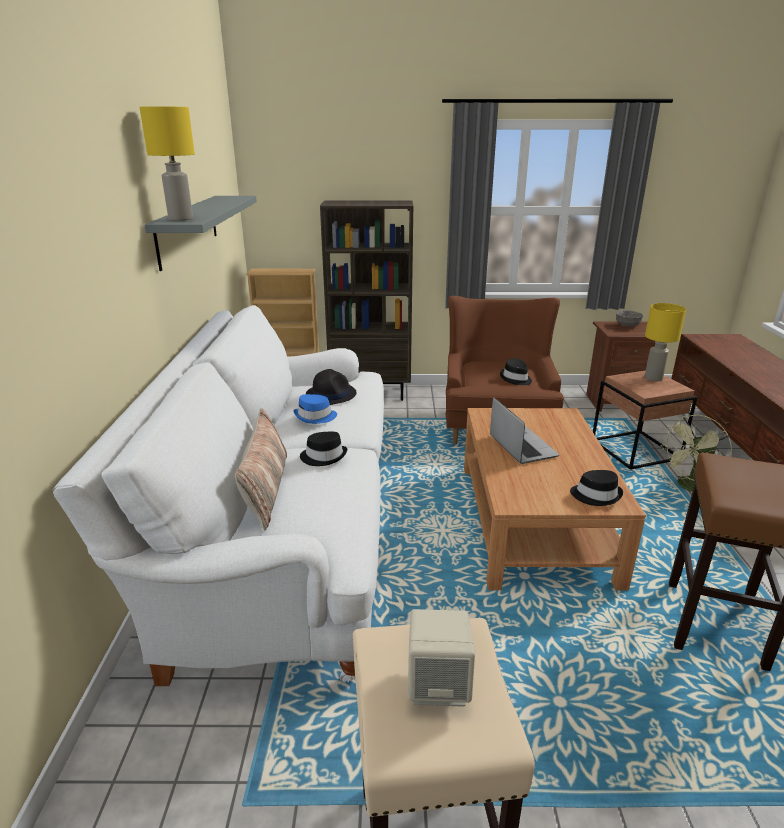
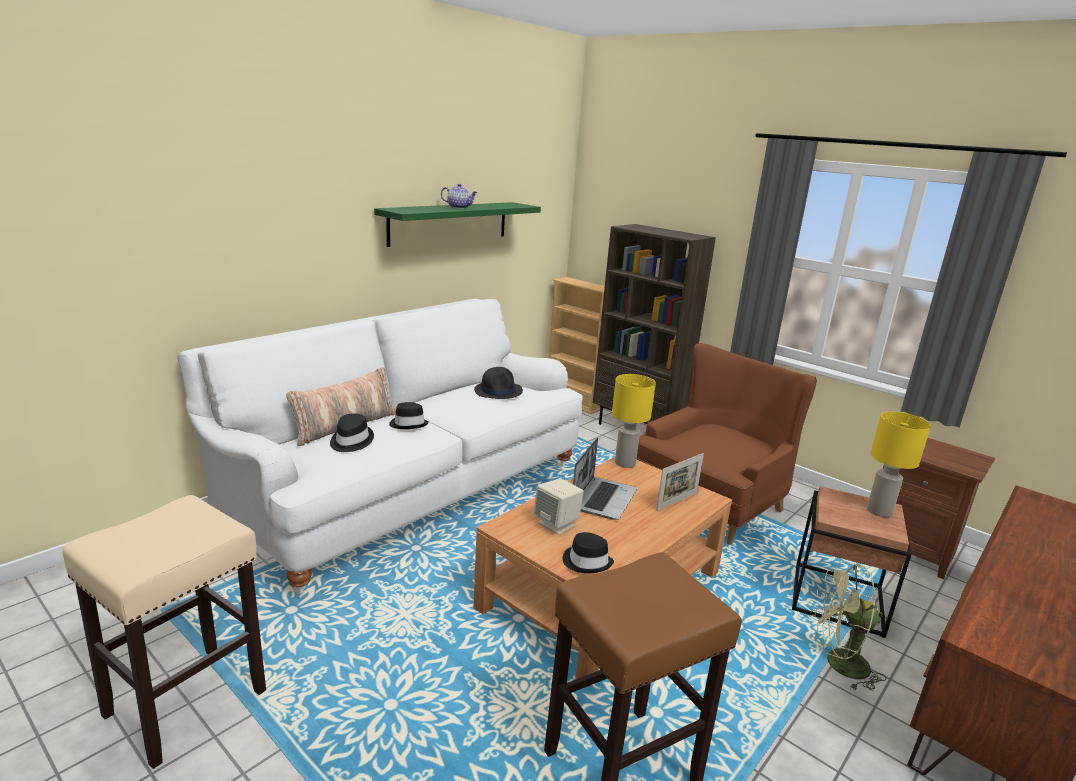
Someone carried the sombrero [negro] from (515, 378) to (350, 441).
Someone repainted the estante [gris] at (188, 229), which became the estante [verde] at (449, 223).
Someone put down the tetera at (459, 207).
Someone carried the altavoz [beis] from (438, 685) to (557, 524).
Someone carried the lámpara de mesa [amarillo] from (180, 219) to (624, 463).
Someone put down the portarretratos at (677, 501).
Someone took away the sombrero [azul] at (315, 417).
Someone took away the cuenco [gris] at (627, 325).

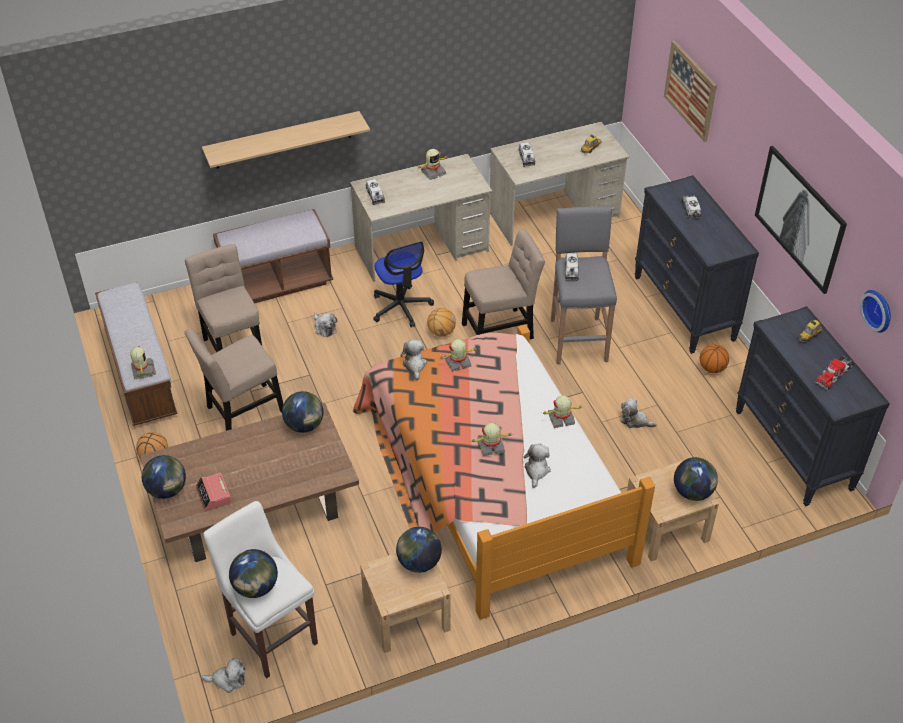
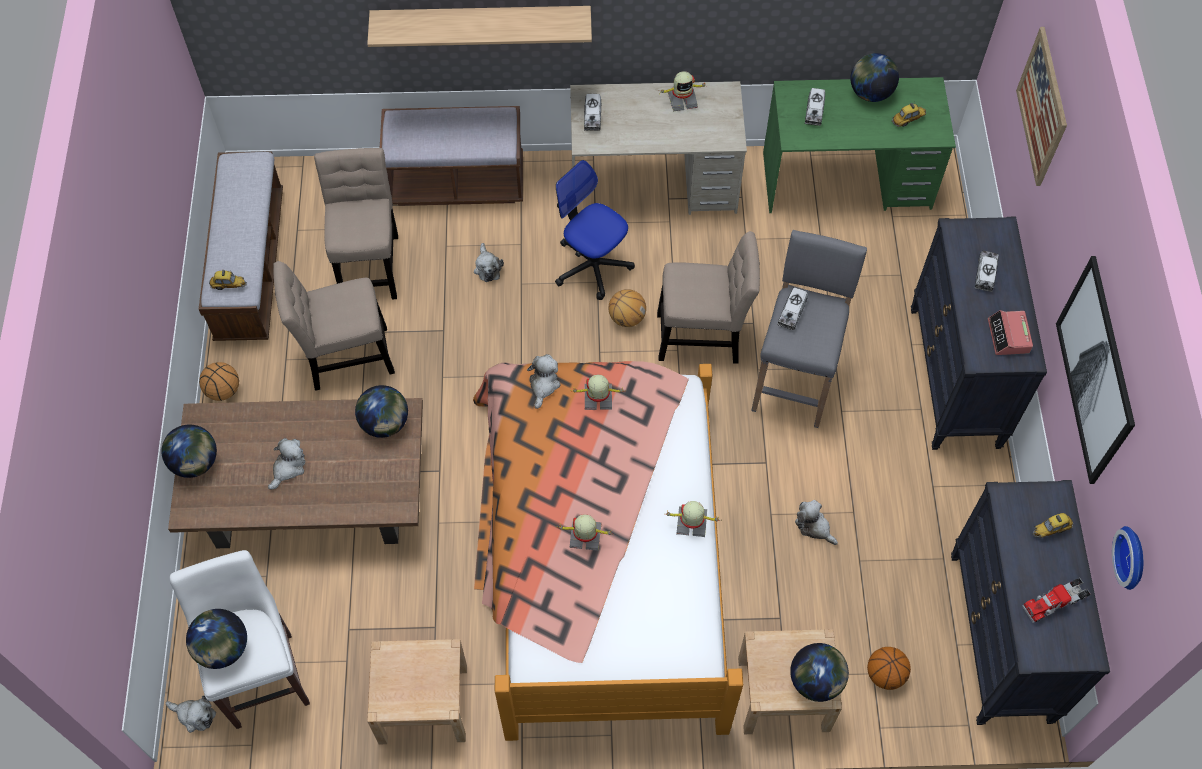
Someone swapped the robot de juguete at (142, 370) for the coche de juguete at (228, 285).
Someone carried the peluche from (536, 470) to (288, 467).
Someone rotated the silla de oficina at (401, 307) by 135 degrees clockwise.
Someone repainted the escritorio [beis] at (554, 215), which became the escritorio [verde] at (846, 181).
Someone carried the globo terráqueo from (418, 562) to (870, 93).
Someone carried the balón de baloncesto from (712, 368) to (885, 674).
Someone carried the despertador from (214, 495) to (1008, 336).

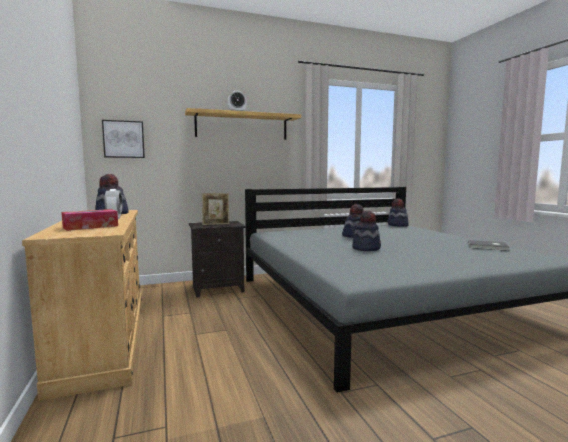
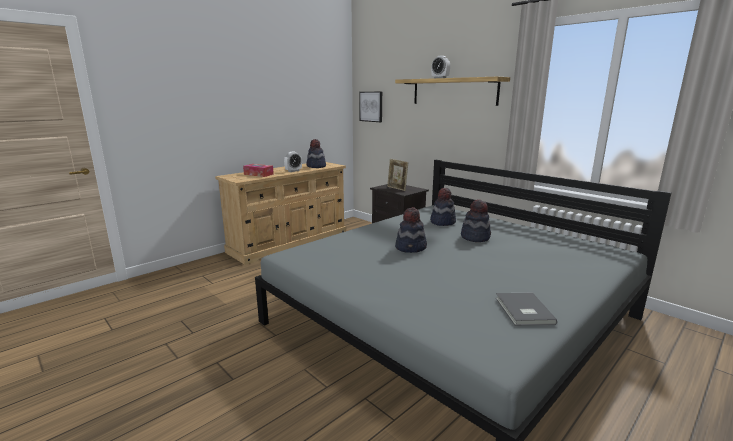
Someone carried the sombrero from (397, 225) to (442, 222).

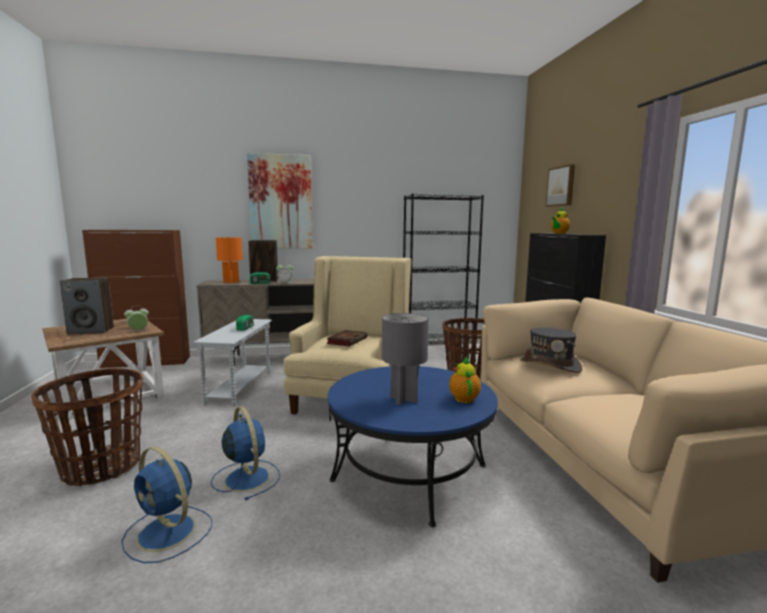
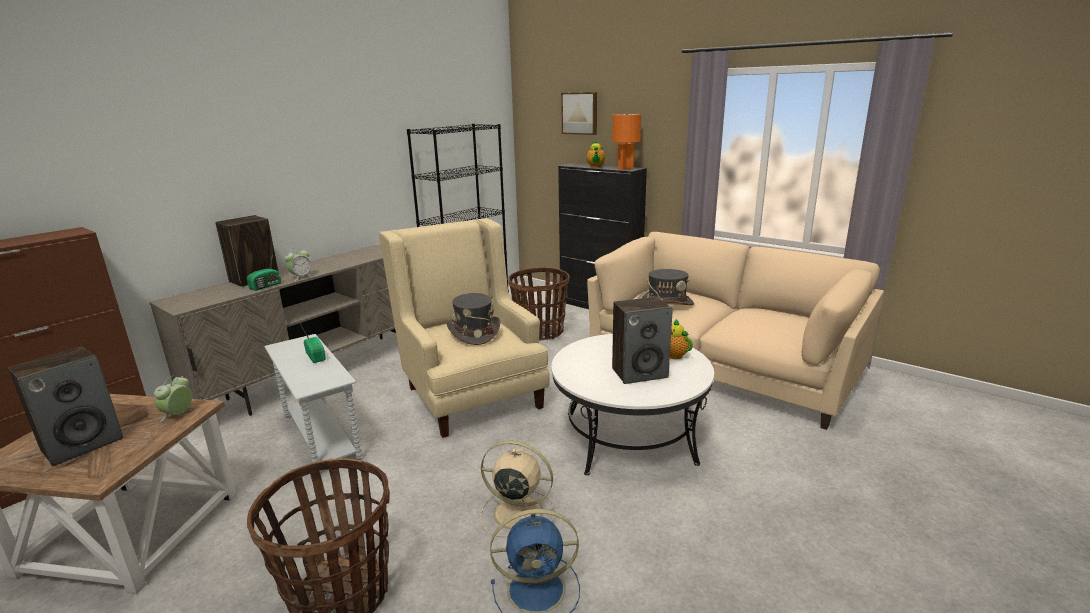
Someone swapped the libro at (347, 340) for the sombrero [gris] at (474, 333).
Someone repainted the ventilador [azul] at (246, 477), which became the ventilador [beis] at (516, 512).
Someone repainted the mesa de centro [azul] at (410, 472), which became the mesa de centro [blanco] at (629, 437).
Someone carried the lámpara de mesa [naranja] from (231, 282) to (625, 168).
Someone swapped the lámpara de mesa [gris] at (404, 399) for the altavoz at (640, 373).
Someone took away the cuadro at (281, 202).

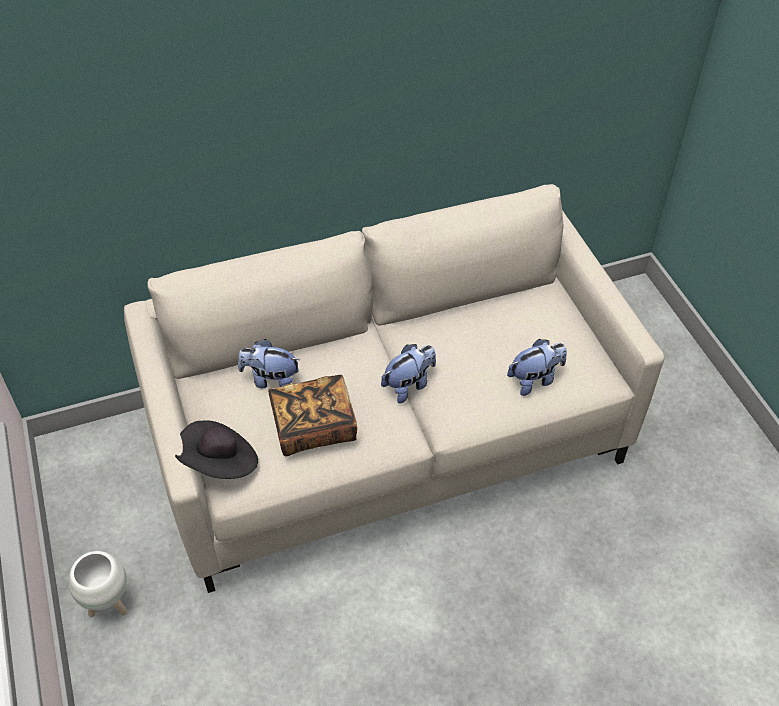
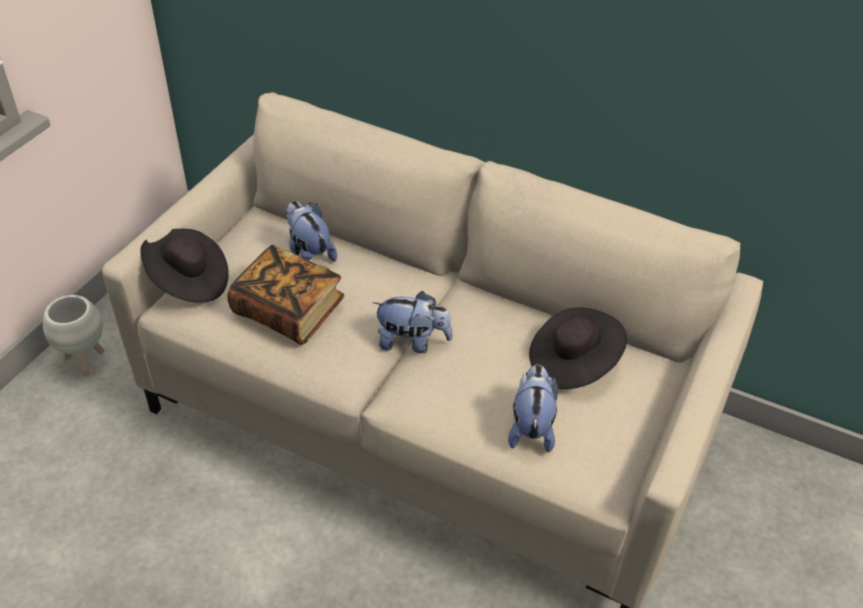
Someone rotated the peluche at (535, 380) by 105 degrees counterclockwise.
Someone put down the sombrero [negro] at (573, 363).

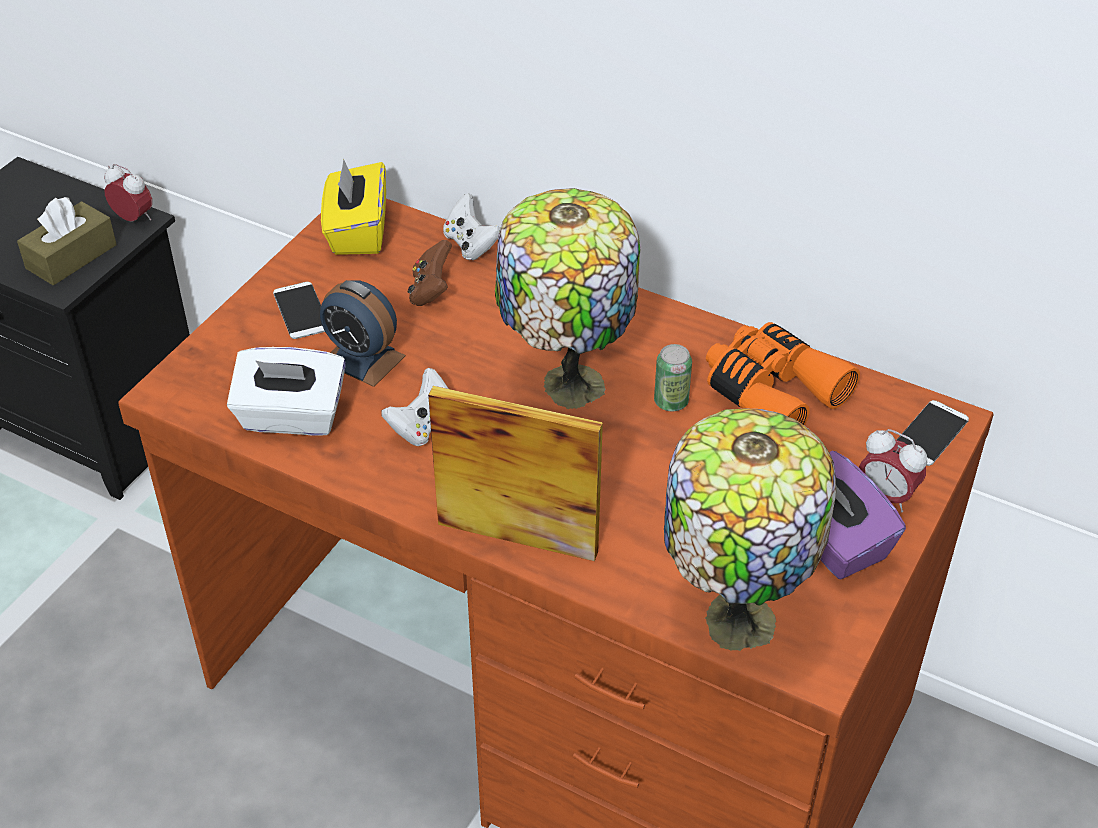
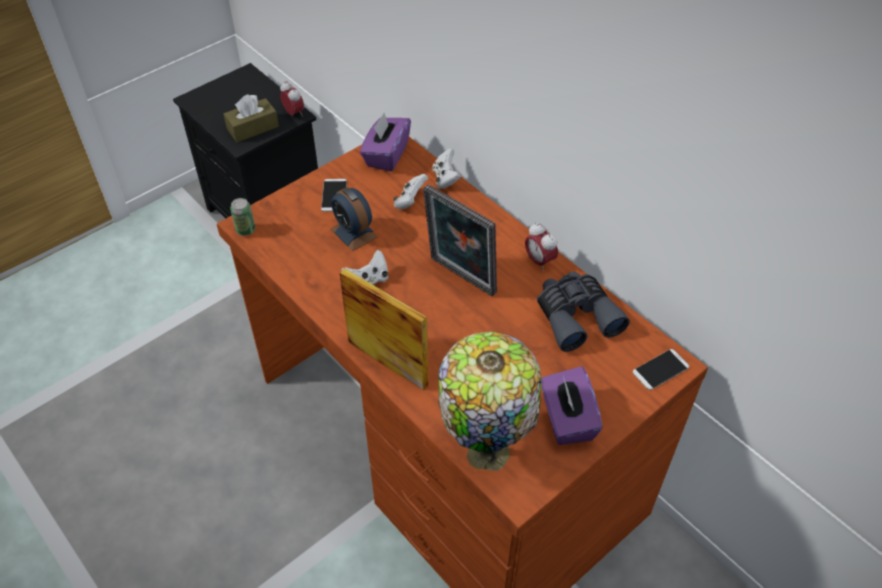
Someone carried the lata from (671, 402) to (245, 230).
Someone repainted the caja de pañuelos [amarillo] at (357, 232), which became the caja de pañuelos [morado] at (386, 155).
Someone repainted the mando de consola [marrón] at (431, 291), which became the mando de consola [blanco] at (410, 201).
Someone swapped the lámpara de mesa at (568, 383) for the portarretratos at (460, 278).
Someone carried the despertador from (886, 496) to (539, 261).
Someone repainted the prismáticos [naranja] at (771, 392), which became the prismáticos [gris] at (576, 316).
Someone took away the caja de pañuelos [blanco] at (291, 417).

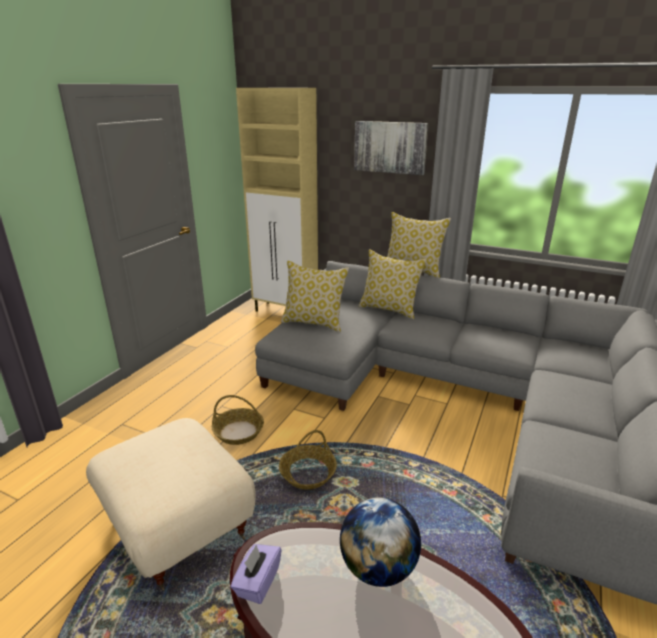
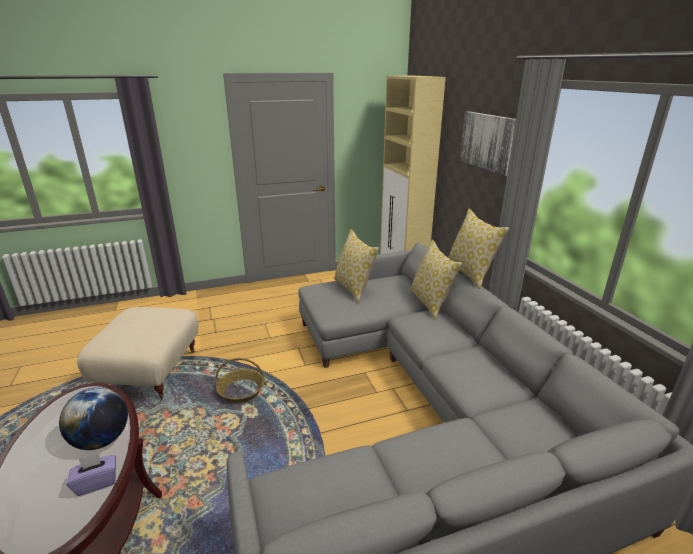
Someone carried the caja de pañuelos [morado] from (257, 582) to (97, 482).
Someone took away the cesta at (239, 432).

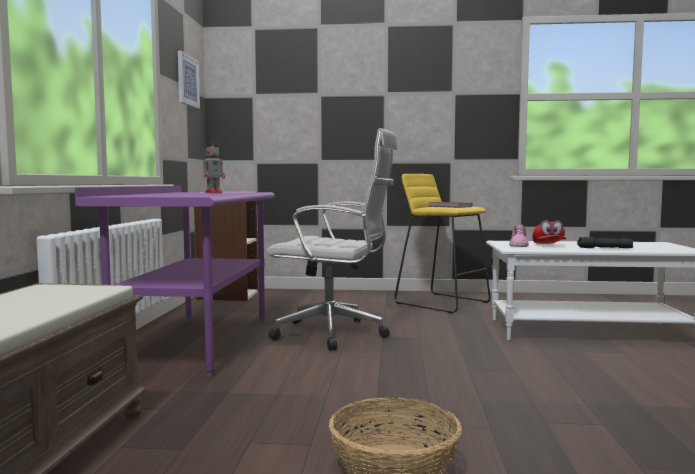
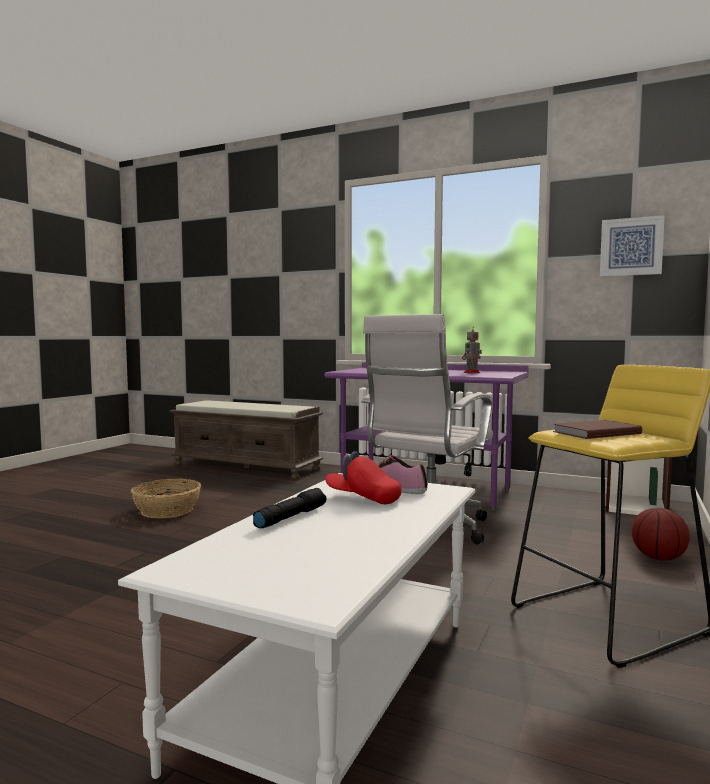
Someone put down the balón de baloncesto at (659, 558).

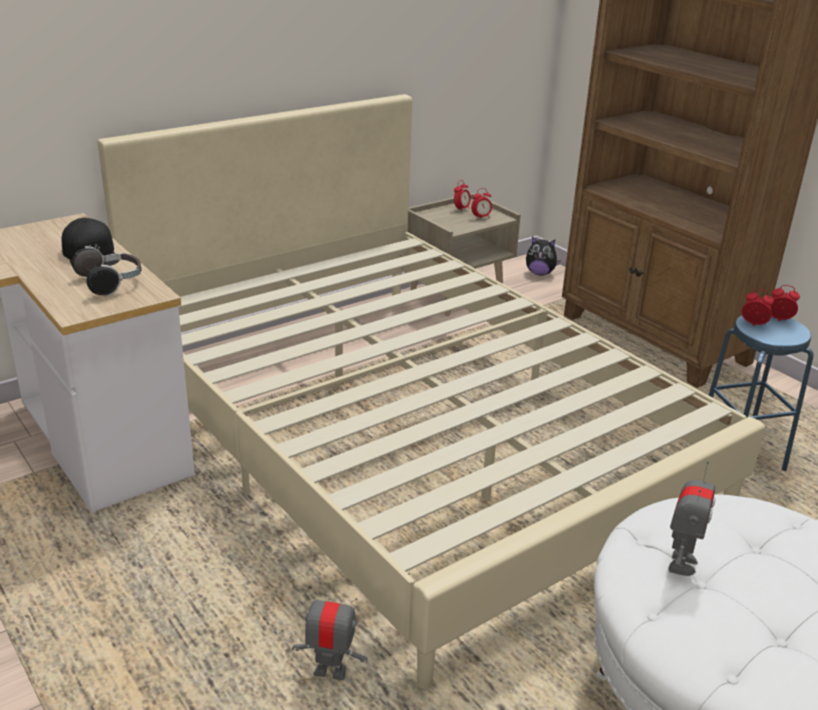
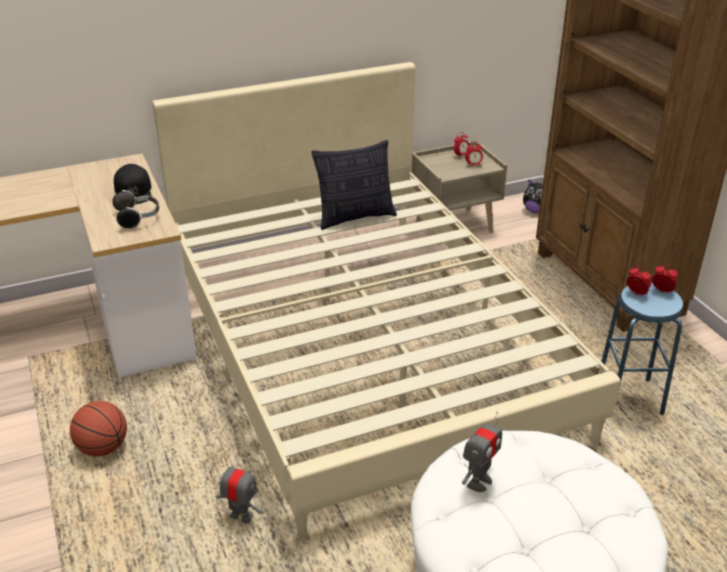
Someone put down the balón de baloncesto at (103, 448).
Someone put down the cojín at (355, 217).

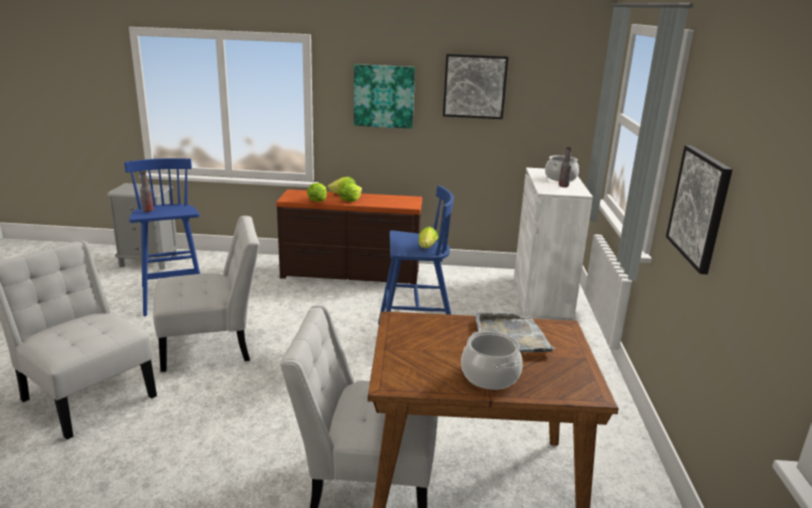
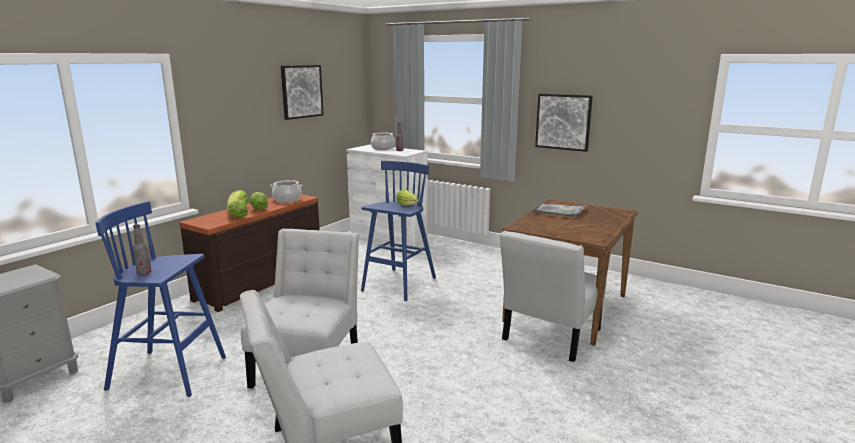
Someone carried the olla from (489, 376) to (287, 200).
Someone took away the cuadro at (384, 96).

